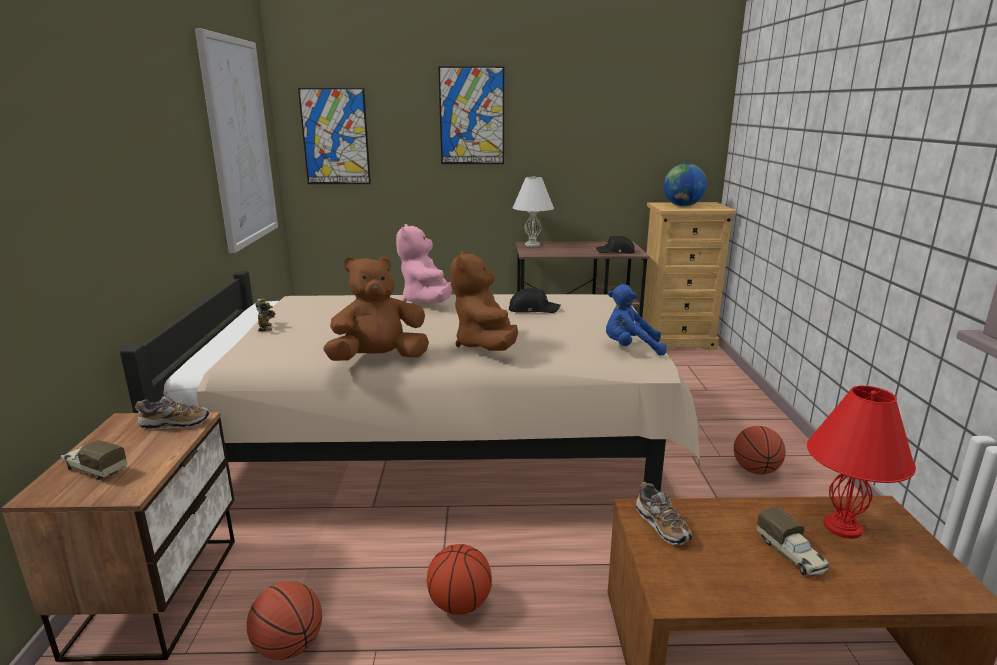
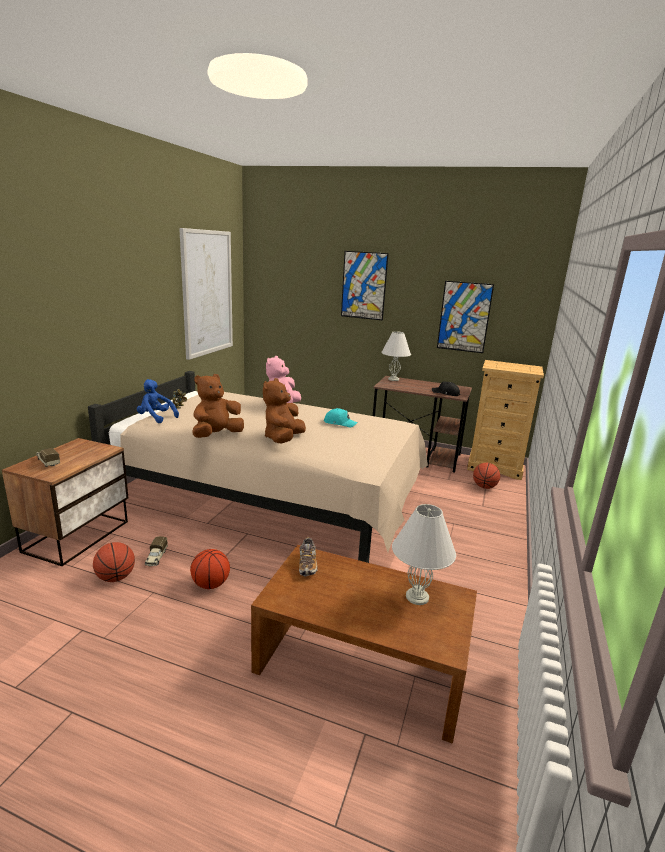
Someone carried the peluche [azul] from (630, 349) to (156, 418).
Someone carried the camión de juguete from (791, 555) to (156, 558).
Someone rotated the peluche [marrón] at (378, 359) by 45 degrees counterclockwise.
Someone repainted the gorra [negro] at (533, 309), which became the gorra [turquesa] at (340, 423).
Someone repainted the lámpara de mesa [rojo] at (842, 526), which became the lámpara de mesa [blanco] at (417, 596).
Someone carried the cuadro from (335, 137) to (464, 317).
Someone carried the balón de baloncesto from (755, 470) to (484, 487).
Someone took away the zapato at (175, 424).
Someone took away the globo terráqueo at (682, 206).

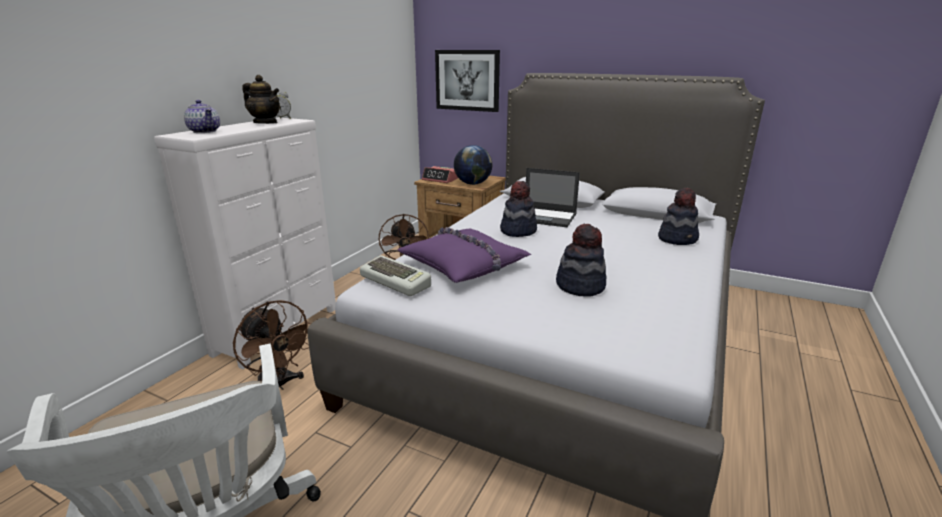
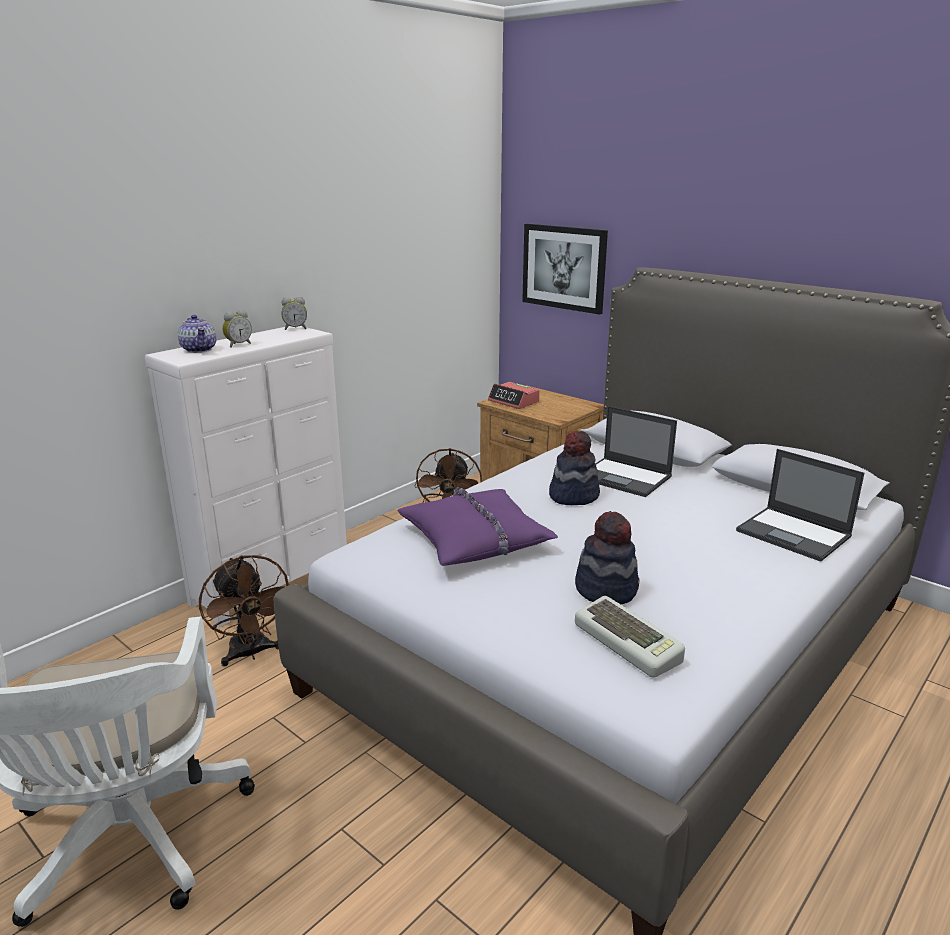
Someone put down the despertador at (238, 345).
Someone carried the teclado from (397, 281) to (629, 643).
Someone swapped the sombrero at (678, 239) for the portátil at (794, 534).
Someone took away the tetera at (265, 123).
Someone took away the globo terráqueo at (472, 184).

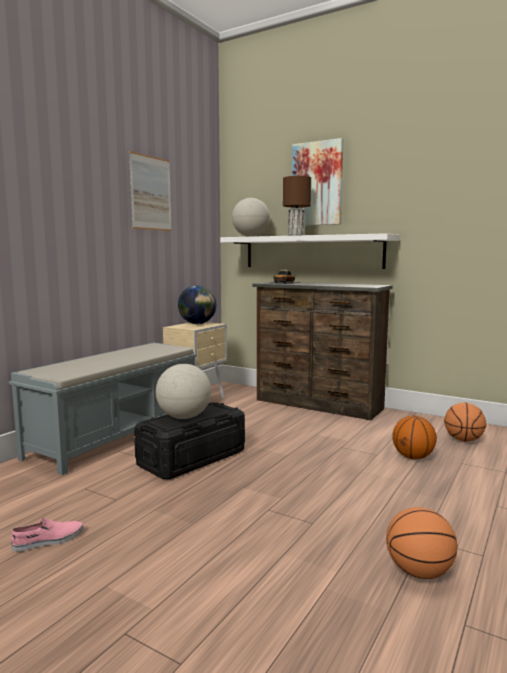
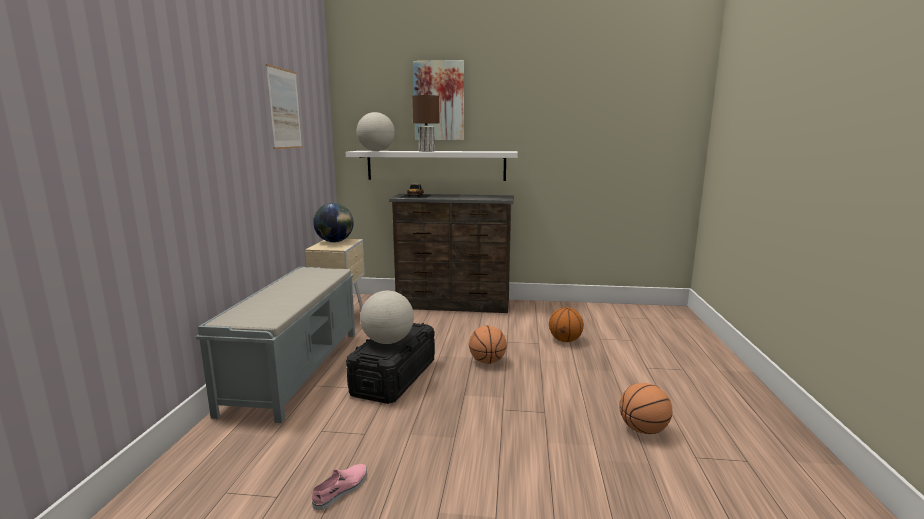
Someone carried the balón de baloncesto from (463, 440) to (487, 362).

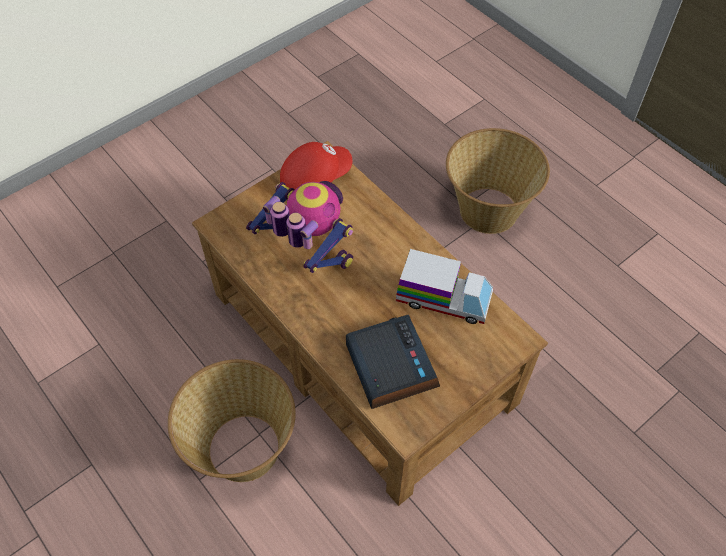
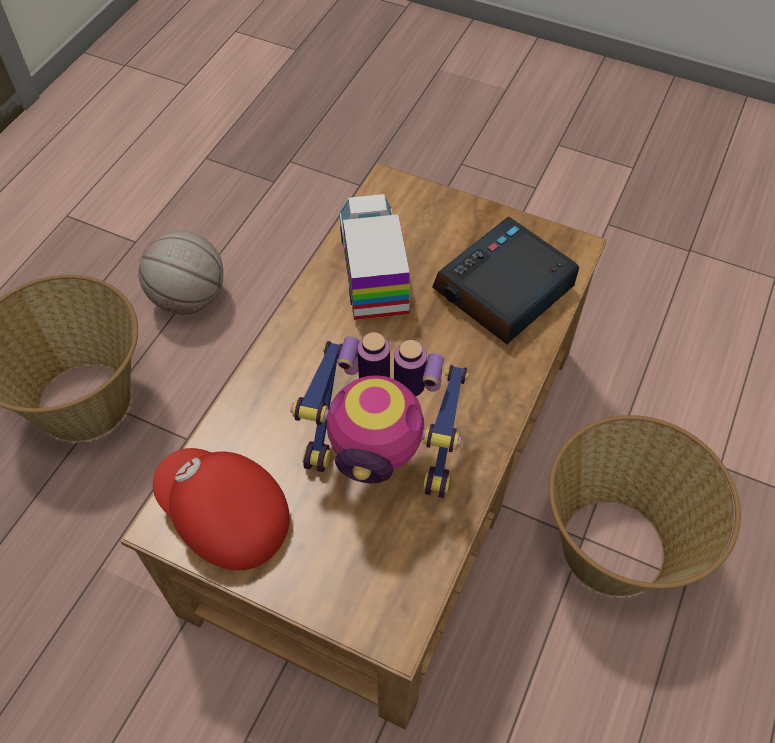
Someone put down the balón de baloncesto at (189, 299).
Someone rotated the robot de juguete at (308, 253) by 90 degrees counterclockwise.

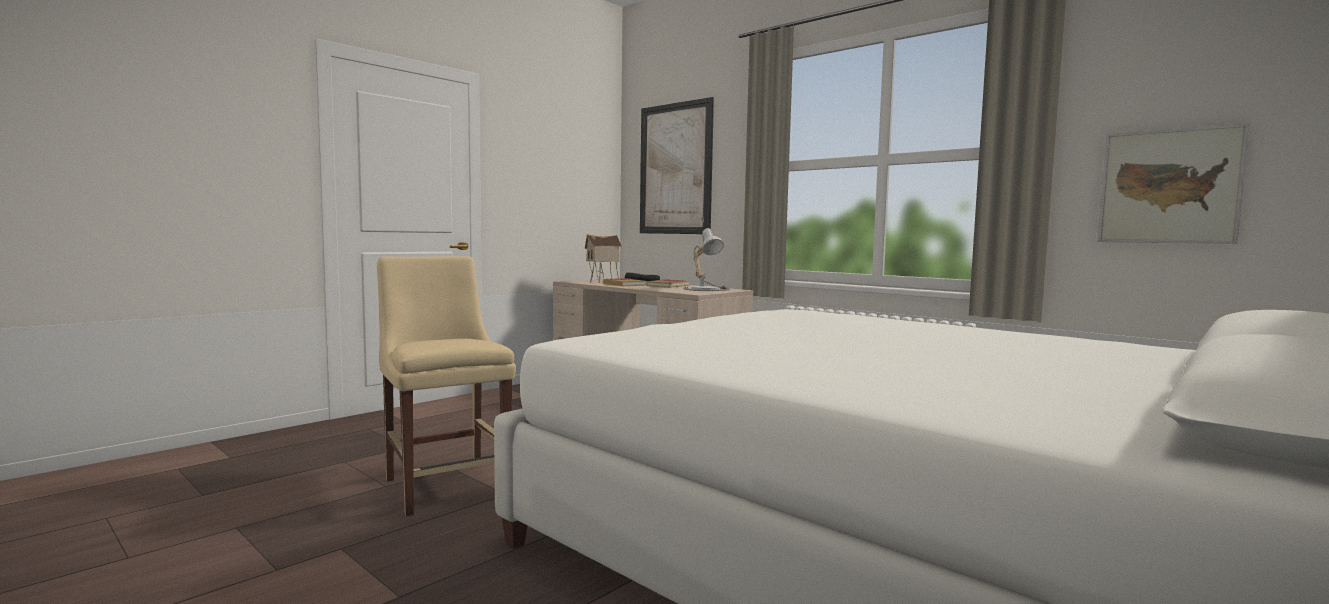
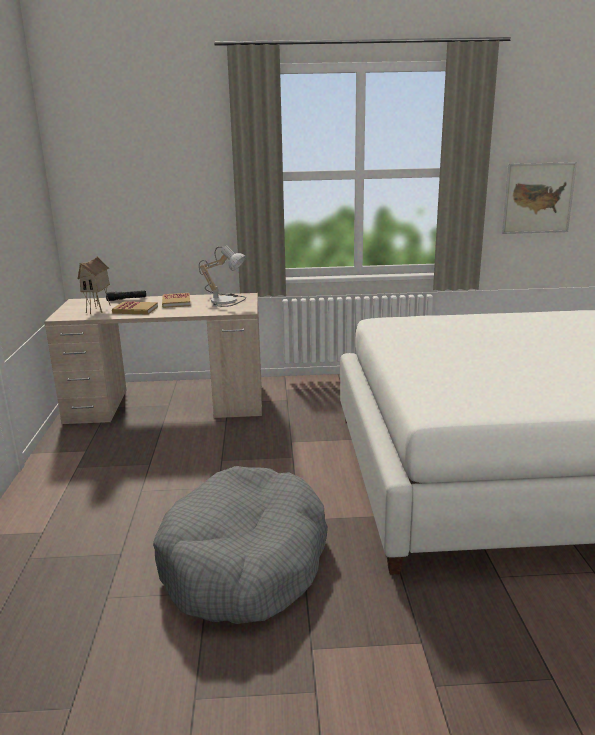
Someone swapped the silla [beis] at (445, 484) for the cama para perro [gris] at (244, 562).
Someone took away the cuadro at (675, 169).

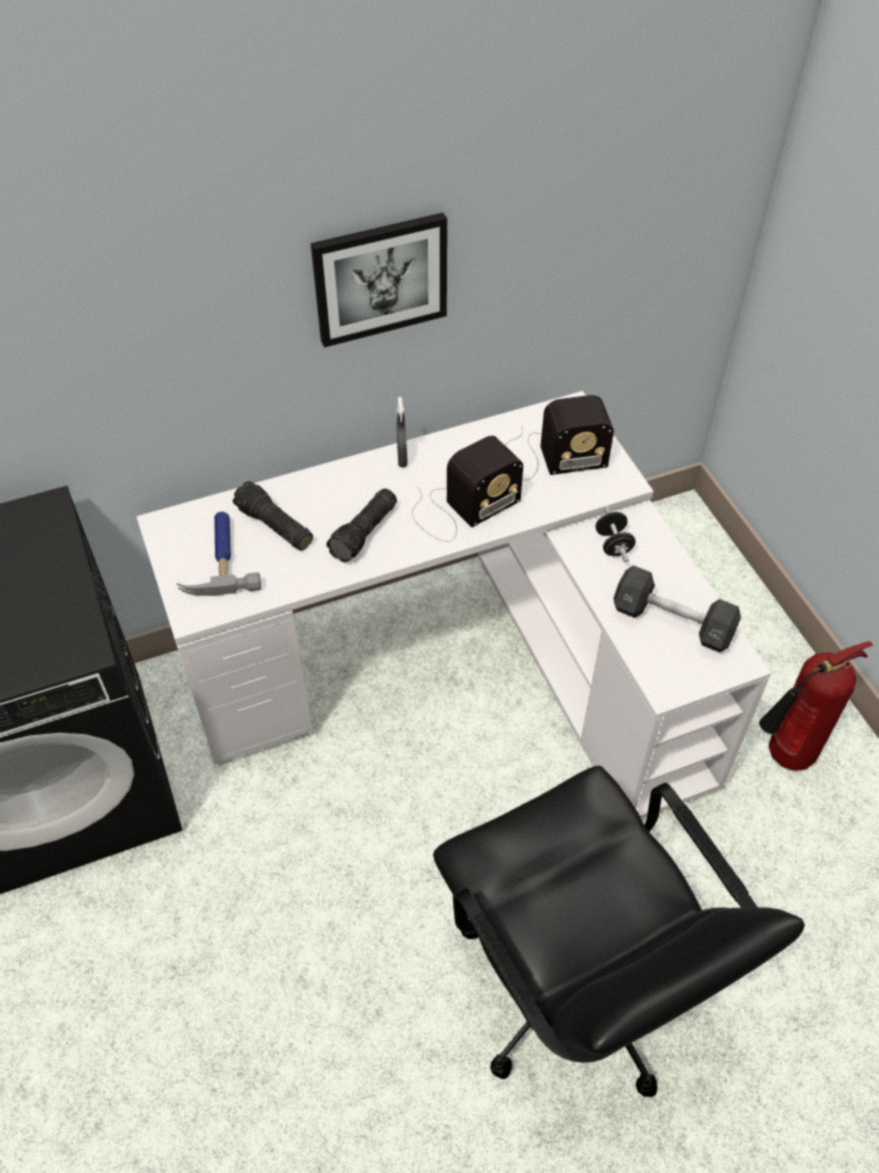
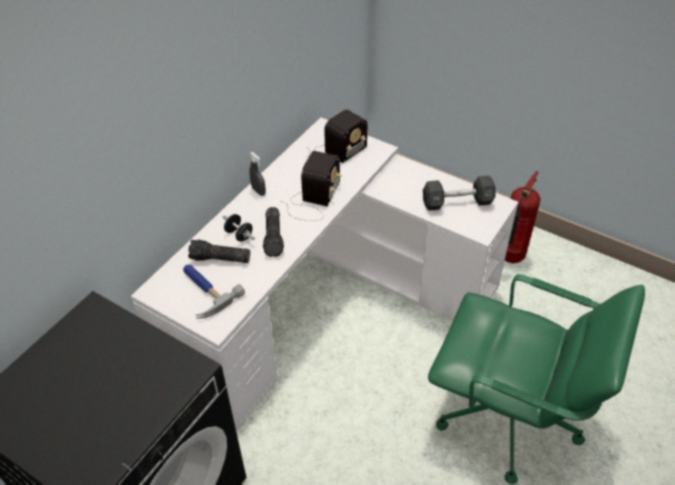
Someone carried the mancuerna [negro] from (613, 544) to (239, 235).
Someone repainted the silla de oficina [negro] at (576, 985), which became the silla de oficina [verde] at (509, 418).
Someone took away the cuadro at (380, 278).

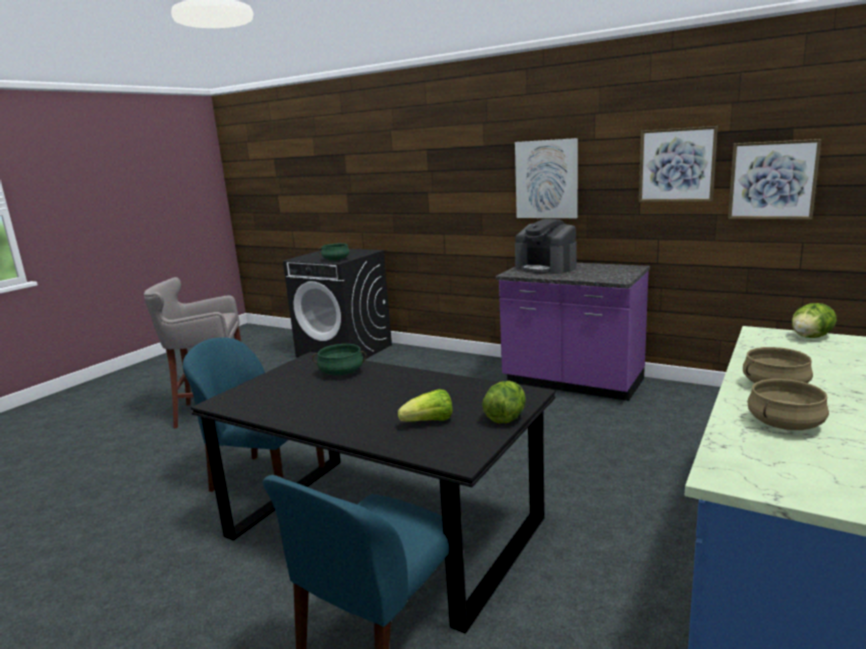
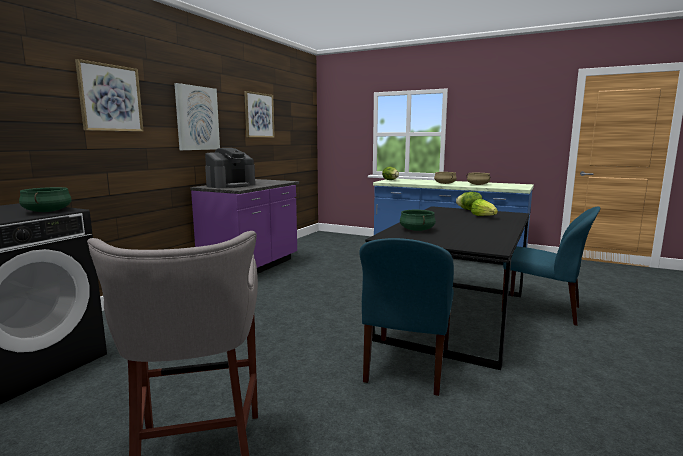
Someone carried the cuadro from (772, 180) to (110, 98).

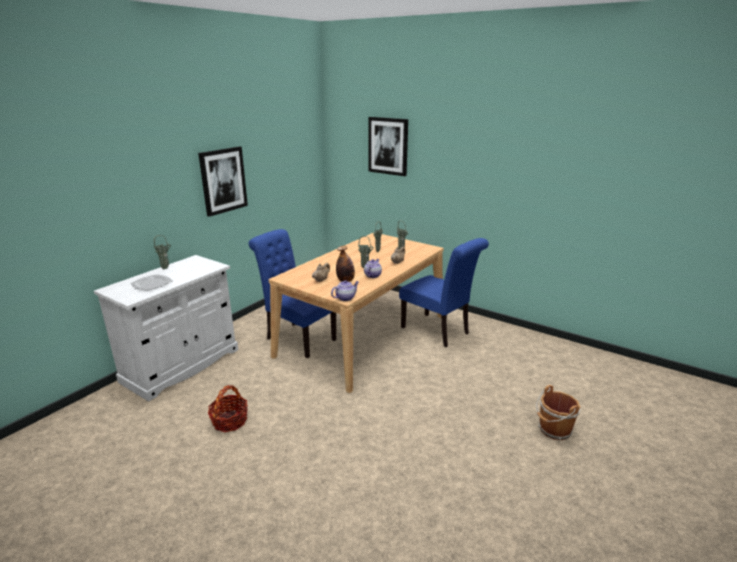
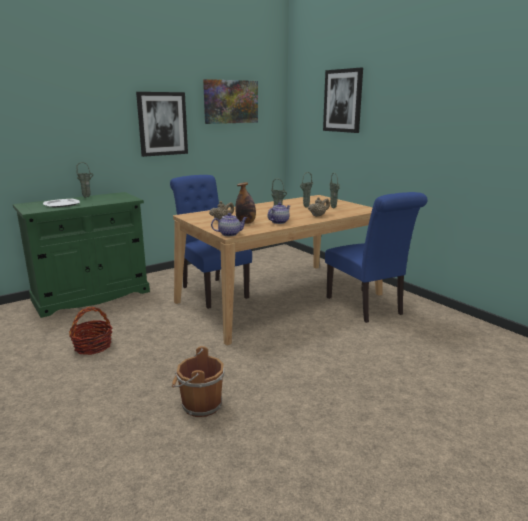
Someone repainted the armario [blanco] at (181, 365), which became the armario [verde] at (91, 296).
Someone carried the cubo [marrón] from (553, 430) to (200, 405).
Someone put up the cuadro at (231, 101).

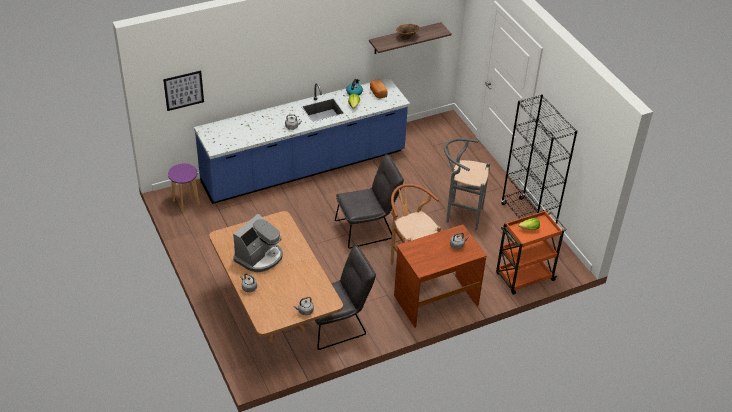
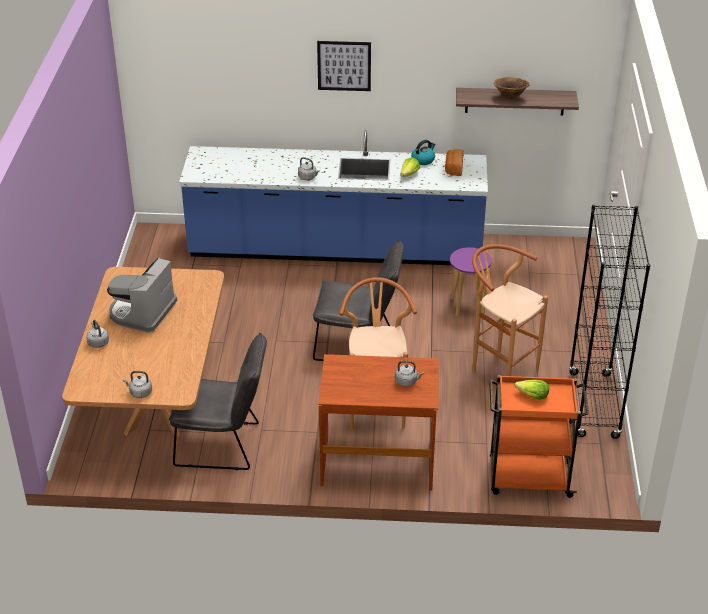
Someone rotated the cafetera at (259, 257) by 135 degrees clockwise.
Someone carried the cuadro from (183, 90) to (344, 65).
Someone carried the taburete [morado] from (186, 203) to (467, 306).
Someone repainted the taburete [gris] at (460, 215), which became the taburete [marrón] at (499, 368).

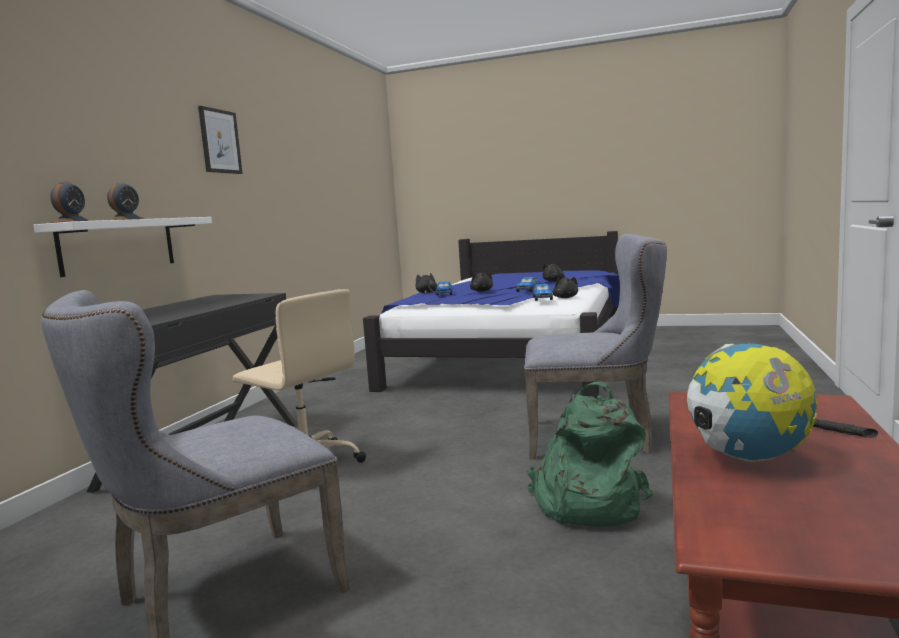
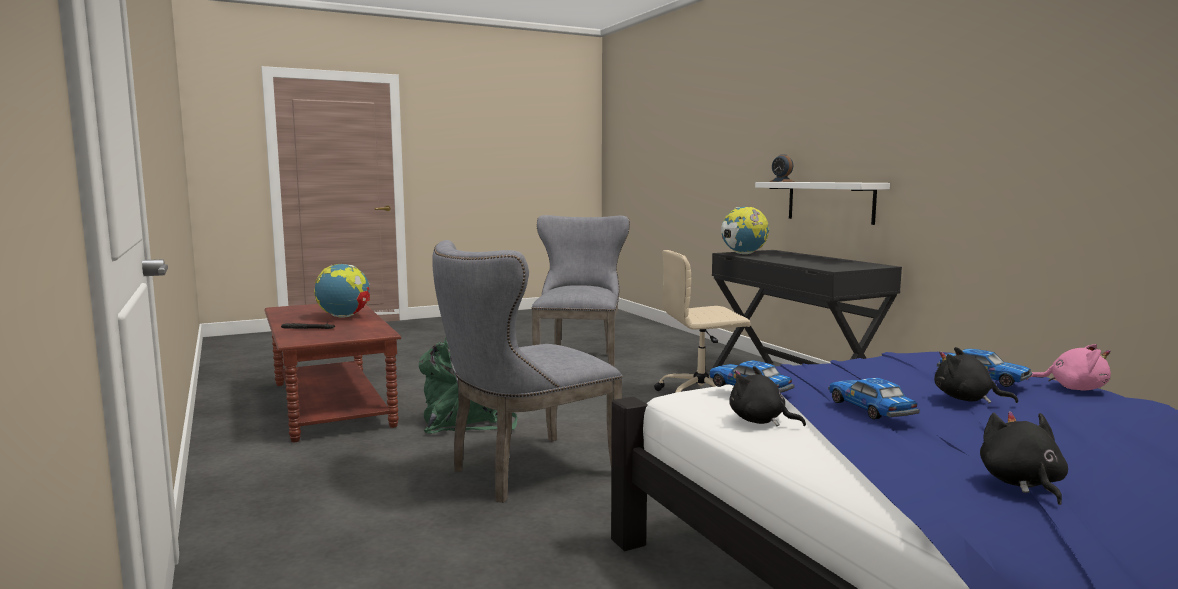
Someone put down the globo terráqueo at (743, 254).
Someone repainted the peluche [negro] at (427, 293), which became the peluche [rosa] at (1073, 388).
Someone took away the despertador at (126, 219).
Someone took away the cuadro at (220, 141).

